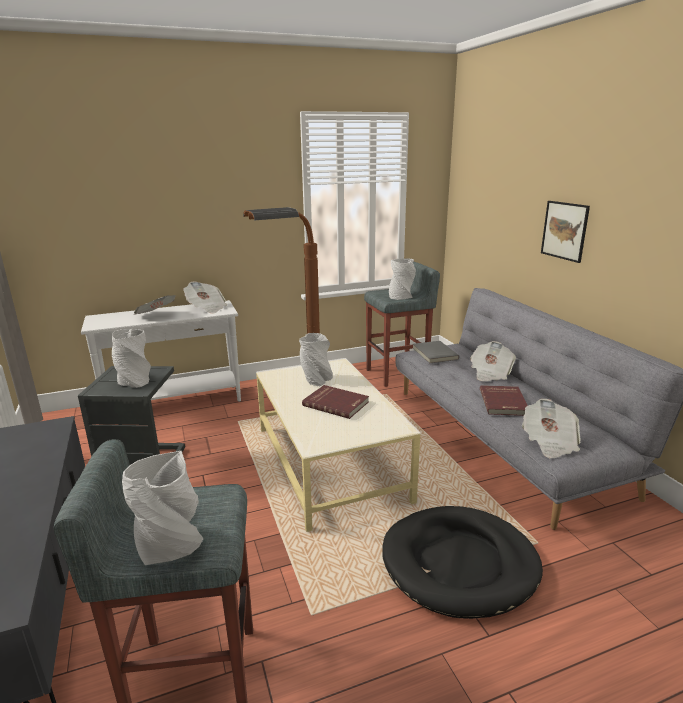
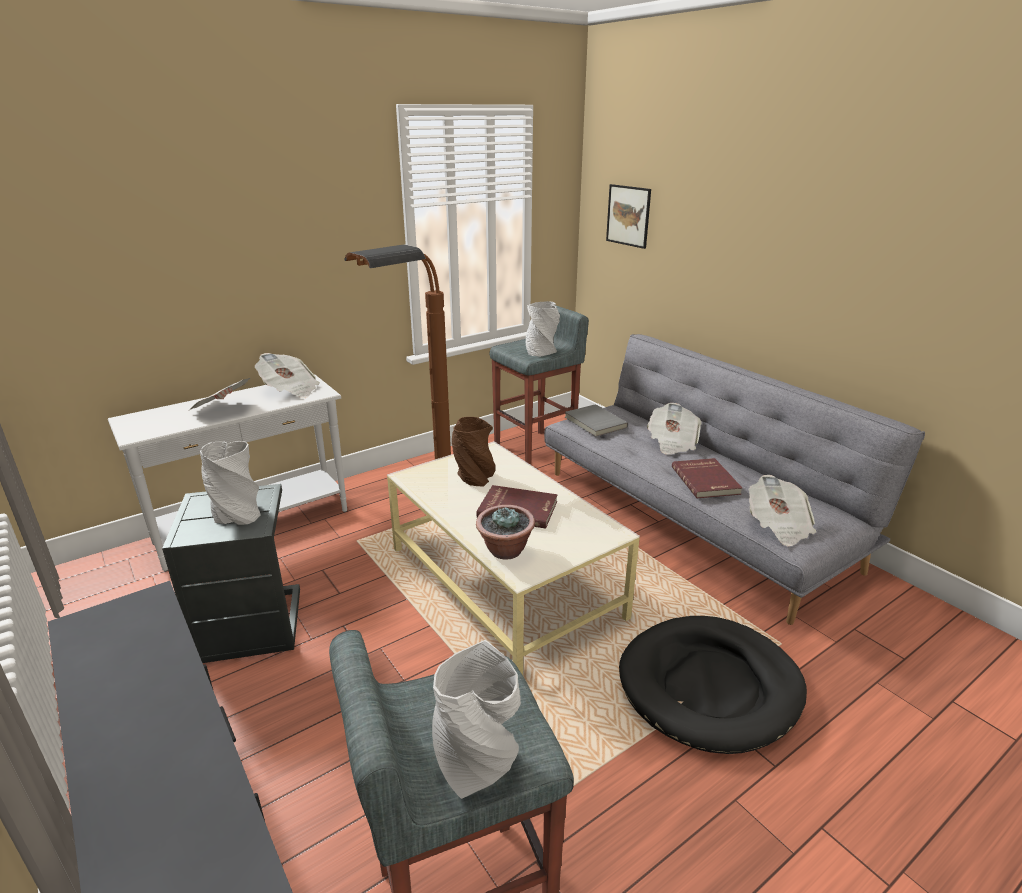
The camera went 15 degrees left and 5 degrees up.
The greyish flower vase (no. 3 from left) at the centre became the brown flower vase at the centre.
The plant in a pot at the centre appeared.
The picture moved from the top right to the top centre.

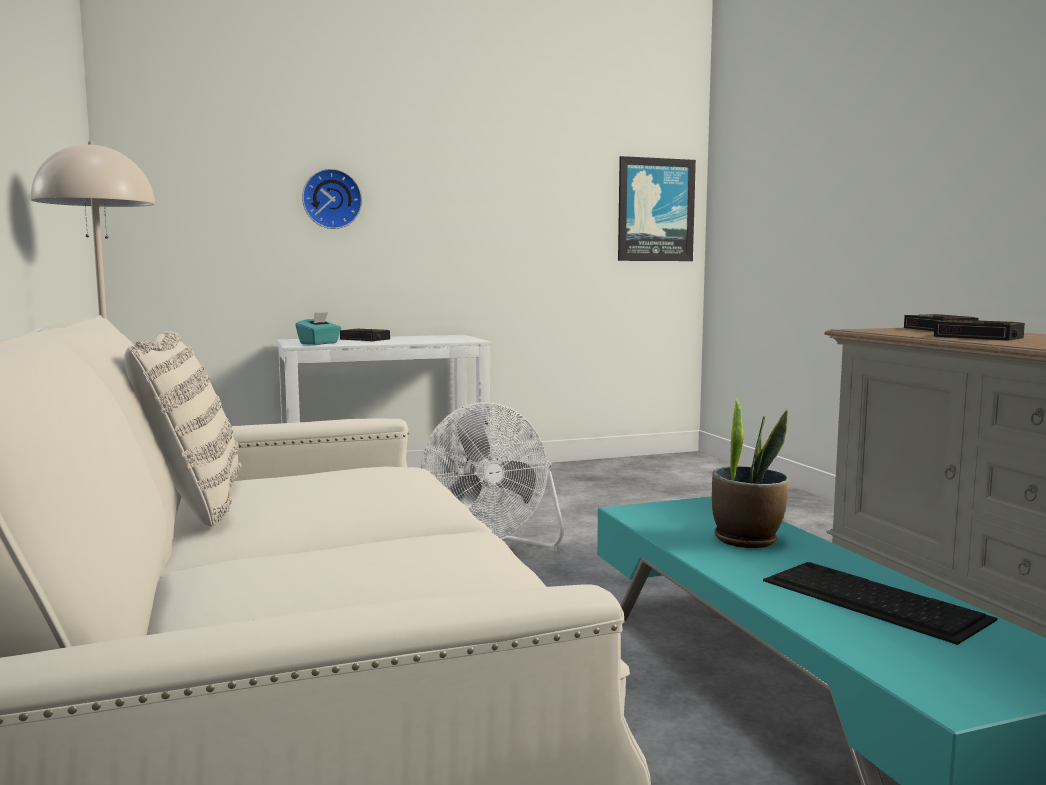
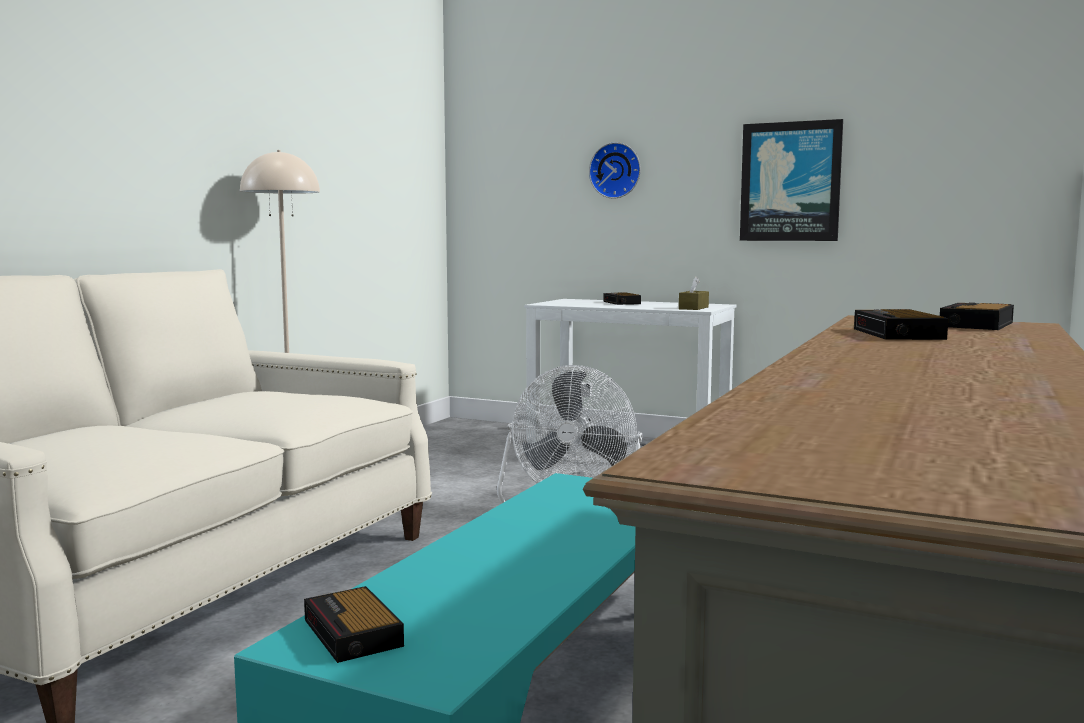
The camera went 45 degrees right and 0 degrees up.
The bedside clock (no. 1 from left) at the bottom left appeared.
The brown tissue box at the centre appeared.
The picture moved from the top centre to the top right.
The sand-coloured cushion at the middle left disappeared.
The blue-green tissue box at the middle left disappeared.
The plant in a pot at the middle right disappeared.
The computer keyboard at the bottom right disappeared.

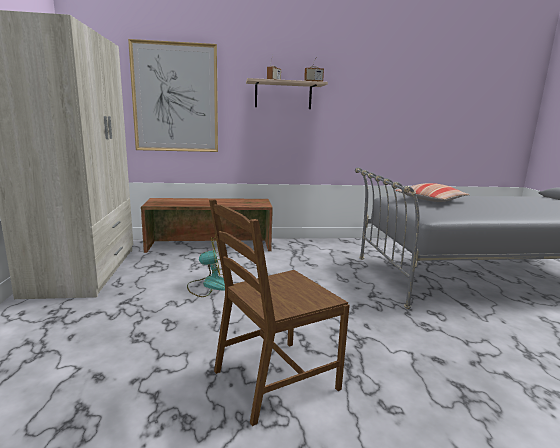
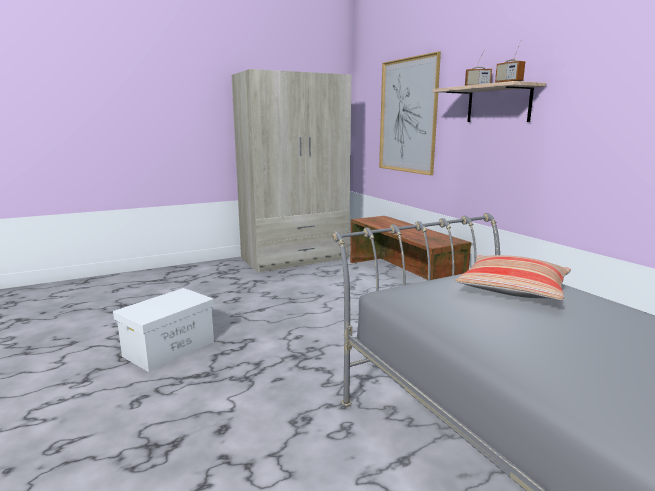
The camera went 70 degrees right and 0 degrees up.
The brown upright chair at the bottom centre was replaced by the white-coloured storage container at the bottom left.
The cooling fan at the centre disappeared.

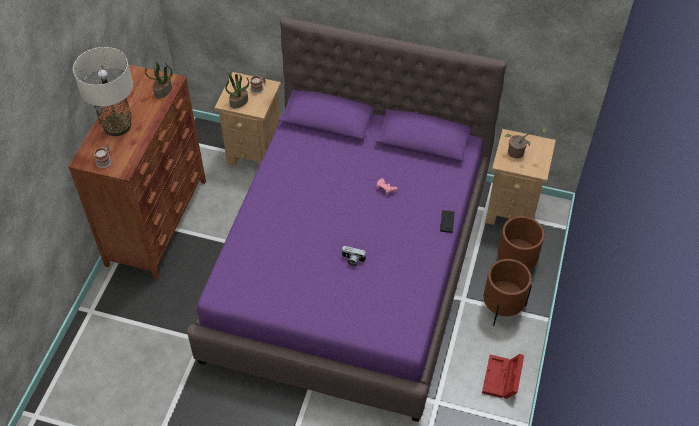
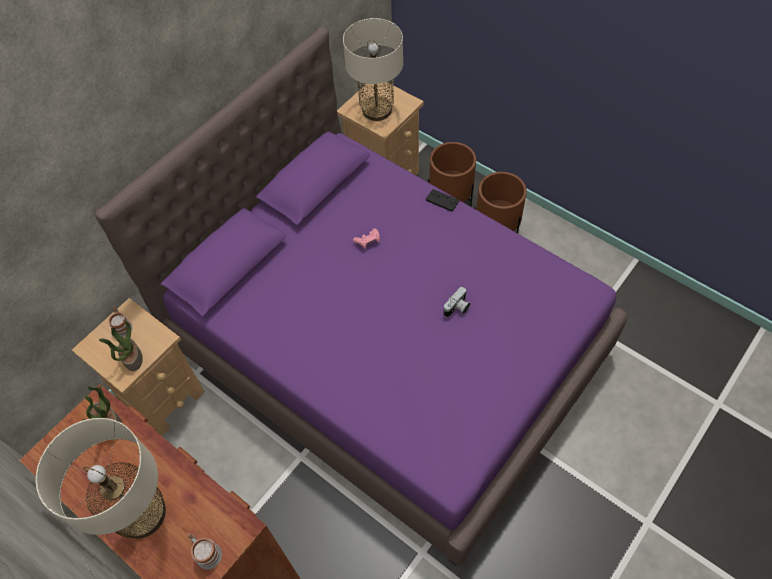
The camera went 65 degrees left and 5 degrees up.
The plant in a pot (no. 3 from left) at the middle right was replaced by the tabletop lamp (no. 2 from left) at the top centre.
The red-coloured storage container at the bottom right disappeared.

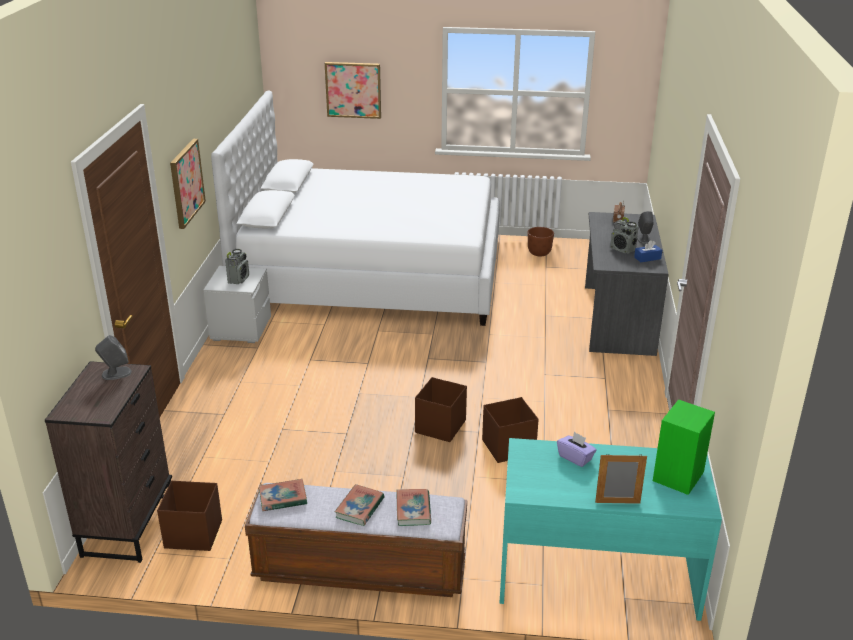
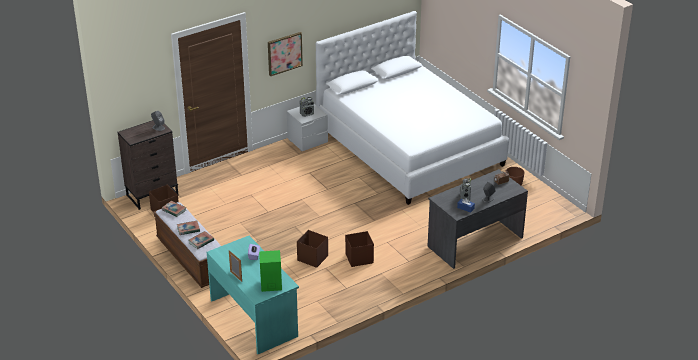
The camera went 50 degrees right and 5 degrees up.
The brown storage container (no. 2 from left in the first image) moved from the centre to the bottom centre.
The picture (no. 2 from left) at the top centre disappeared.

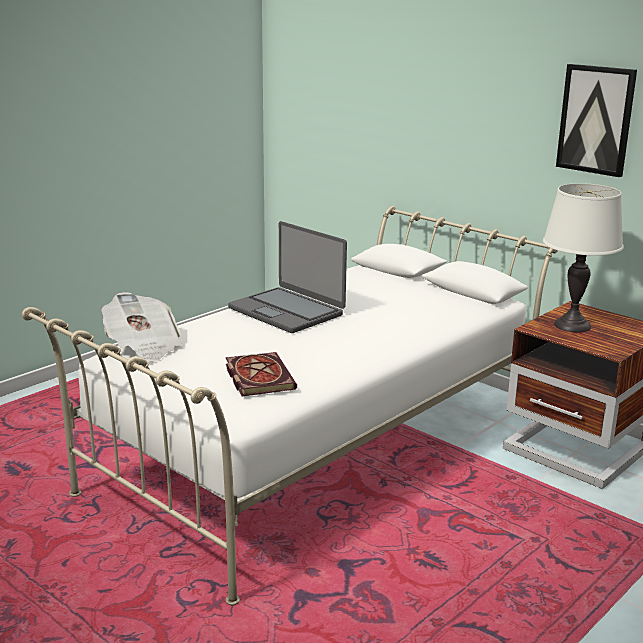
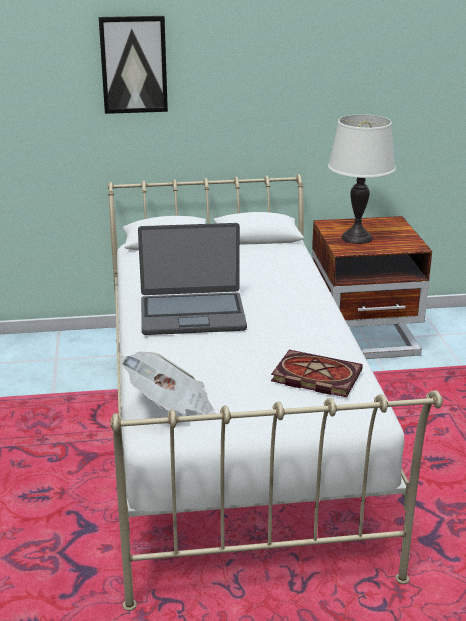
The camera went 50 degrees left and 5 degrees up.
The picture moved from the top right to the top left.

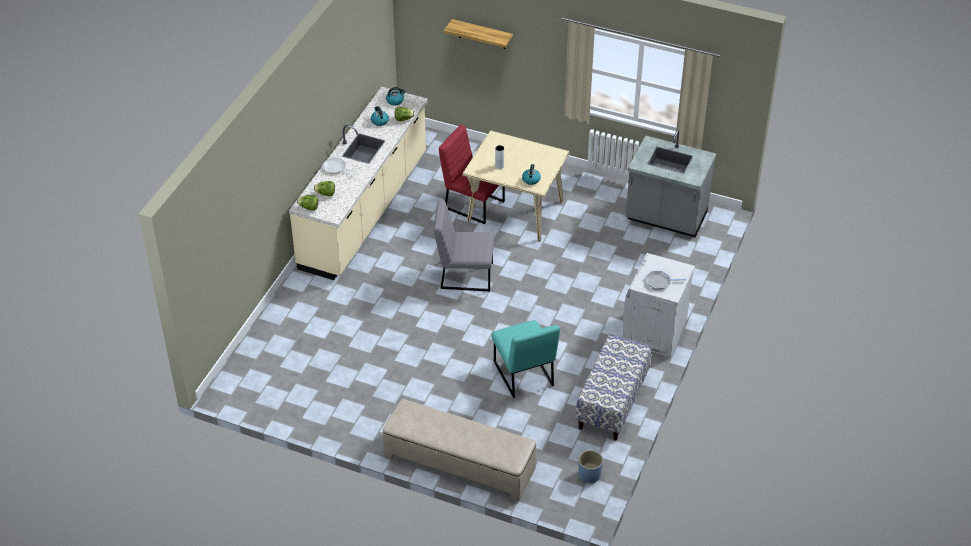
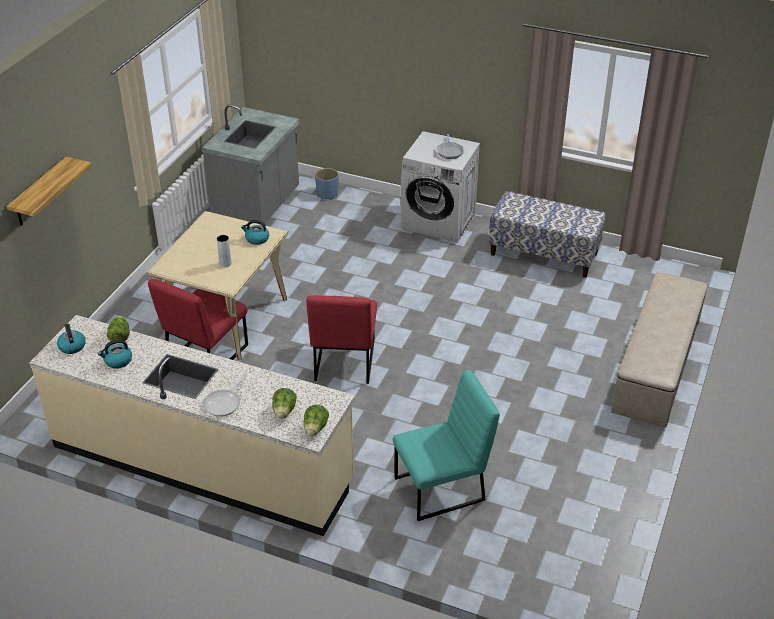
The camera went 90 degrees left and 5 degrees down.
The greyish upright chair at the centre became the red-coloured upright chair (no. 2 from left) at the centre.
The bluish plant pot moved from the bottom centre to the top centre.
The blue-green upright chair moved from the centre to the bottom centre.

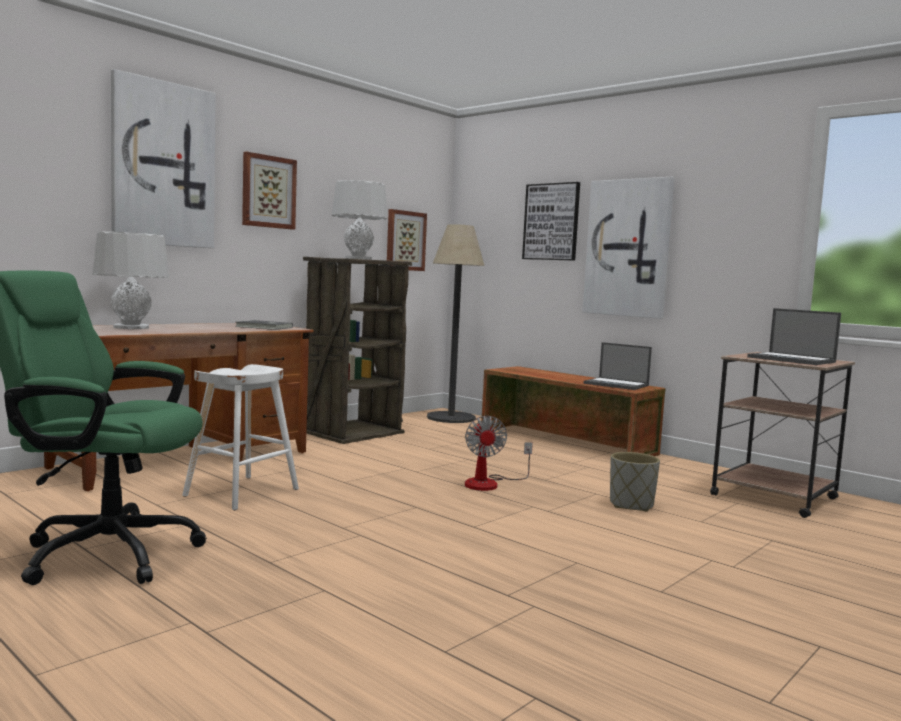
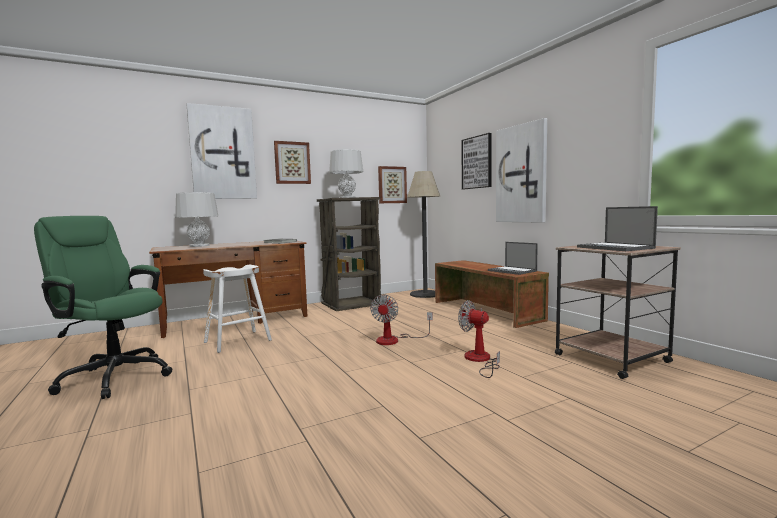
The camera went 20 degrees right and 0 degrees up.
The greyish plant pot at the bottom right was replaced by the cooling fan (no. 2 from left) at the centre.

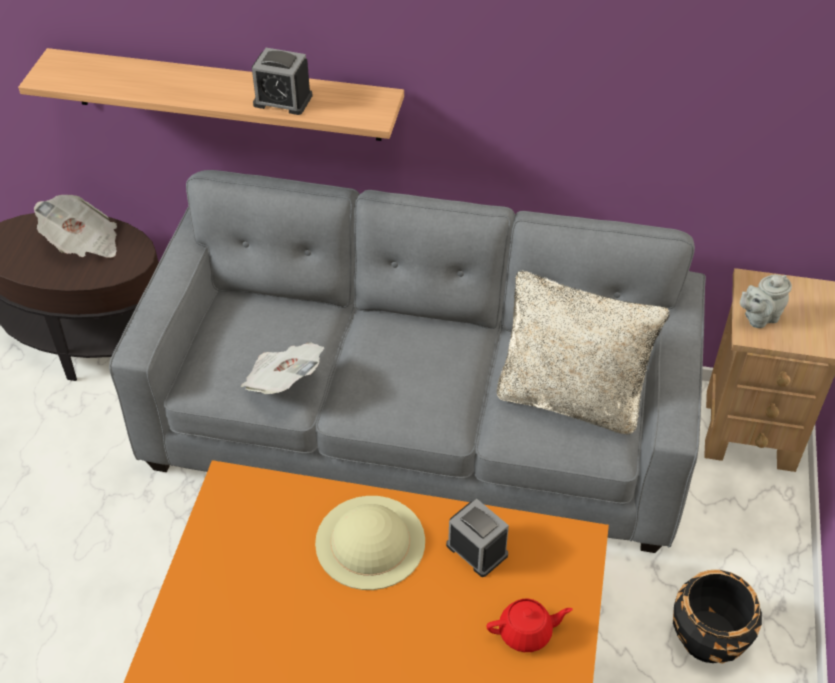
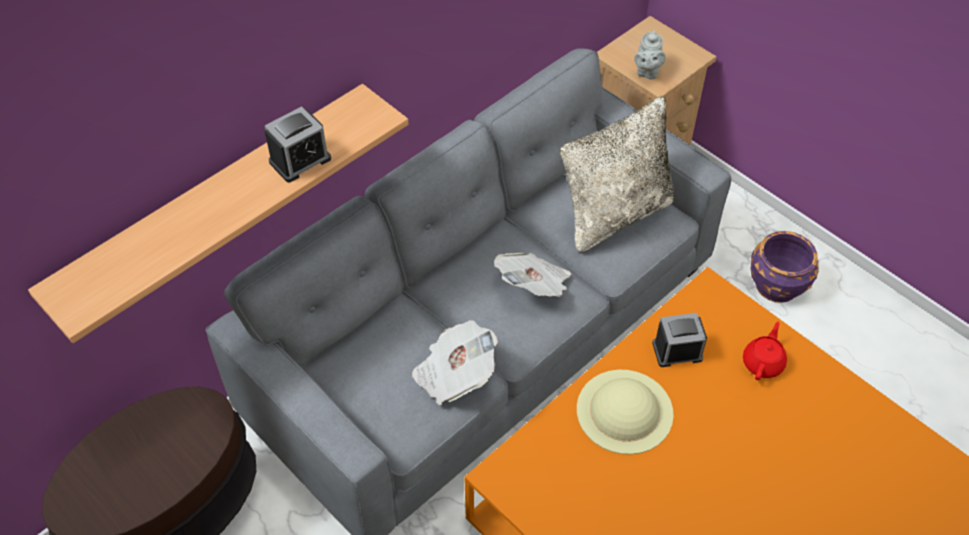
The camera went 55 degrees left and 5 degrees up.
The newspaper (no. 1 from left in the first image) moved from the top left to the centre.
The blackish plant pot at the bottom right became the purple-coloured plant pot at the middle right.

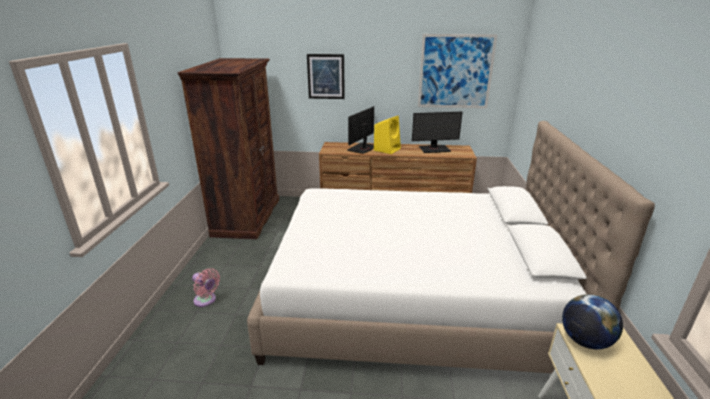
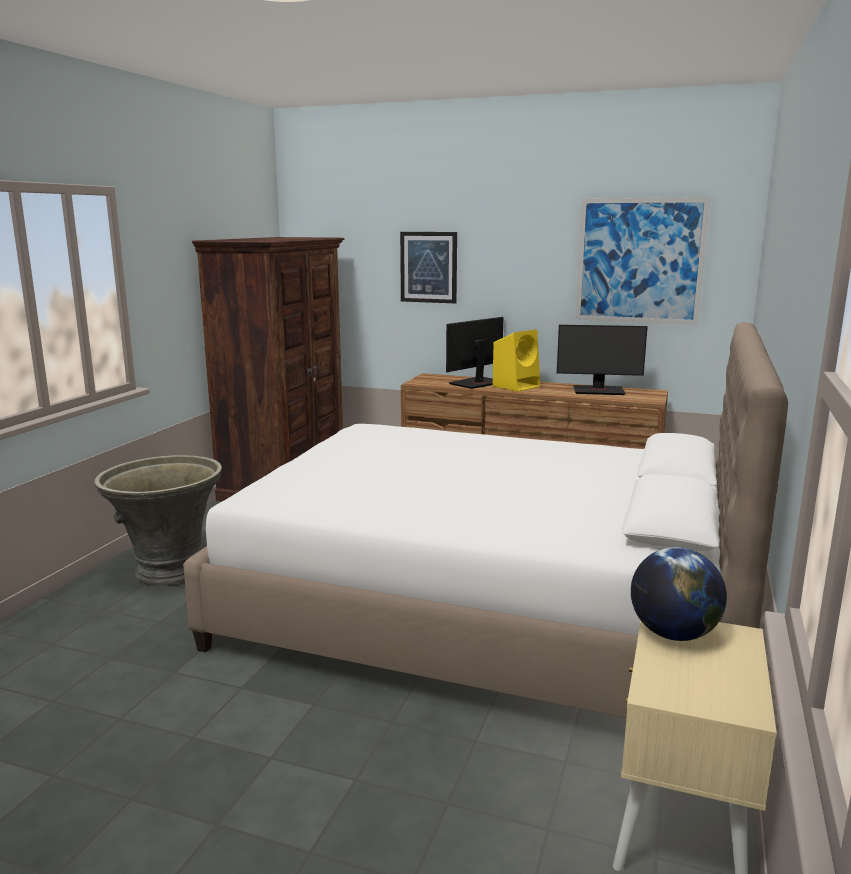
The camera went 15 degrees right and 10 degrees down.
The pink-coloured cooling fan at the bottom left was replaced by the greyish plant pot at the middle left.

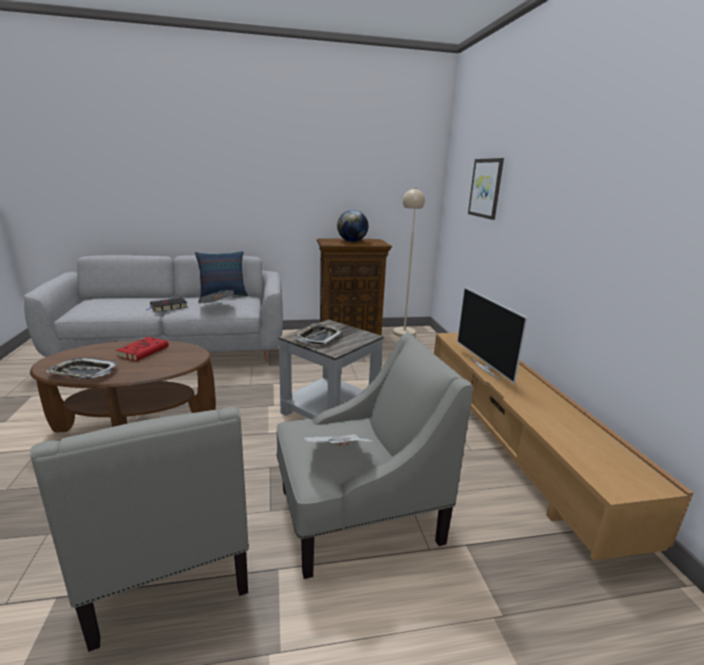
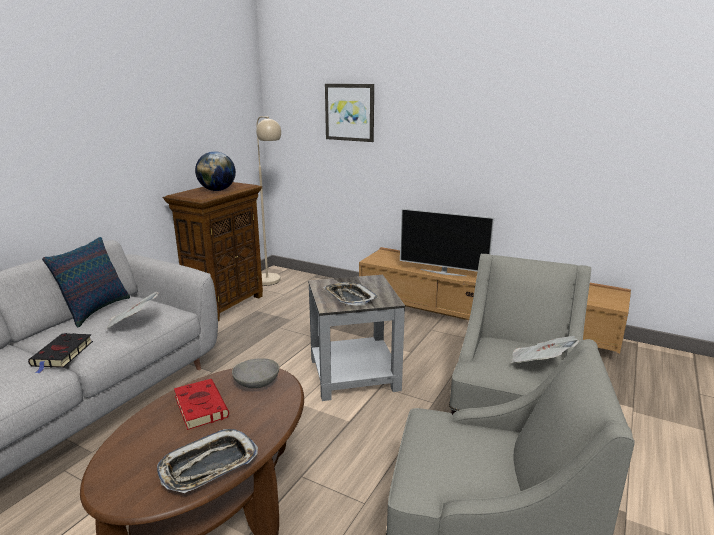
The camera went 50 degrees left and 0 degrees up.
The greyish serving bowl at the bottom centre appeared.

